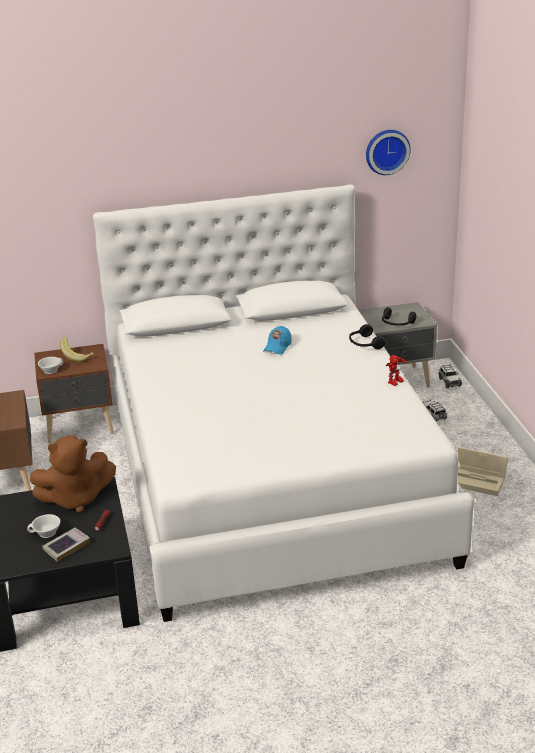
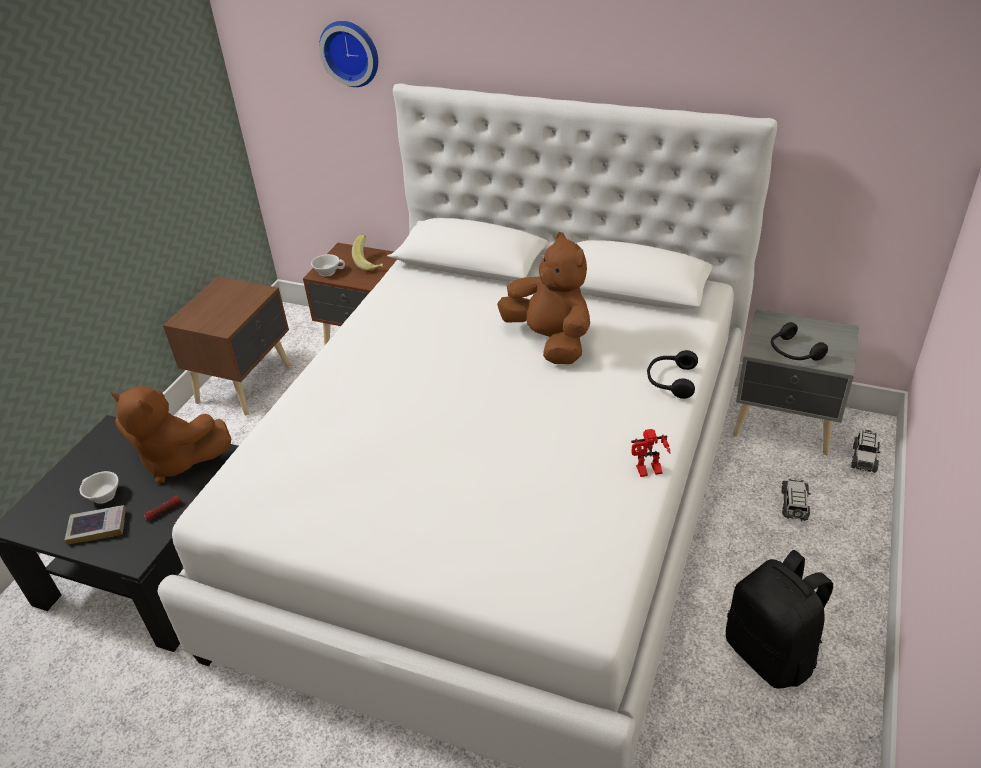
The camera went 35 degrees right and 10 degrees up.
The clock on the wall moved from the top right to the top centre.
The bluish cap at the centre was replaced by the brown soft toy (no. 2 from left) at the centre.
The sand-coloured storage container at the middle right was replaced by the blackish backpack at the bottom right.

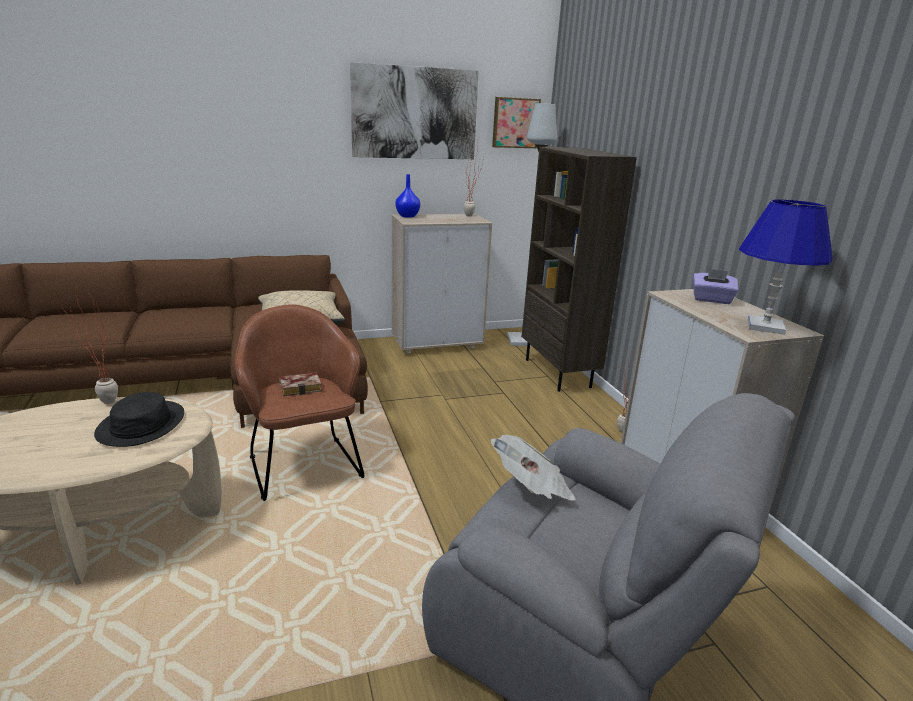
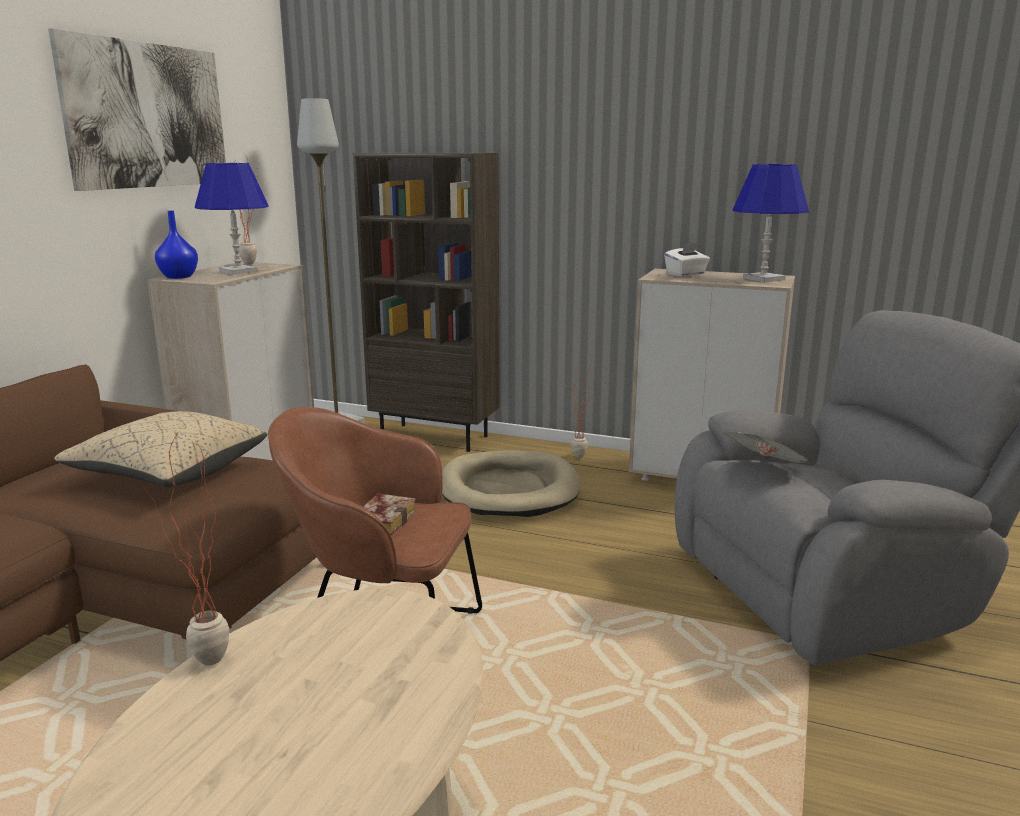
The camera went 50 degrees left and 5 degrees down.
The bluish tabletop lamp (no. 1 from left) at the top left appeared.
The sand-coloured pet bed at the centre appeared.
The purple-coloured tissue box at the middle right became the white-coloured tissue box at the top right.
The blackish wearable hat at the middle left disappeared.
The picture (no. 2 from left) at the top centre disappeared.

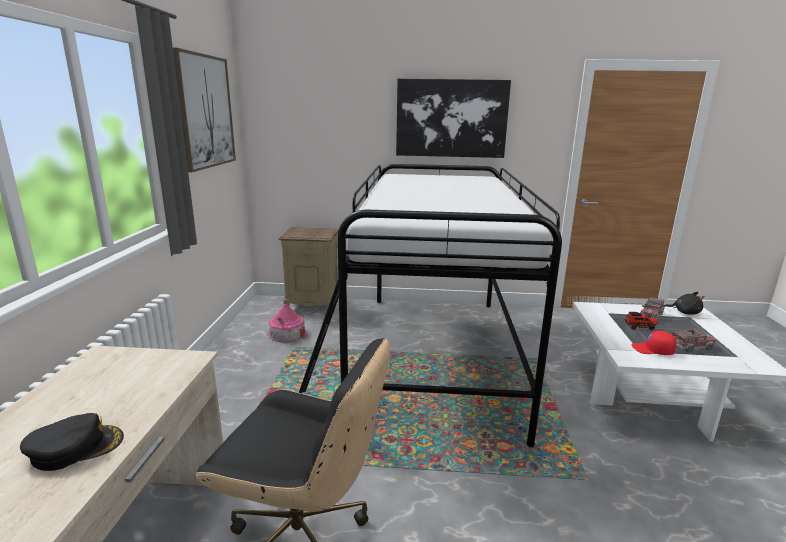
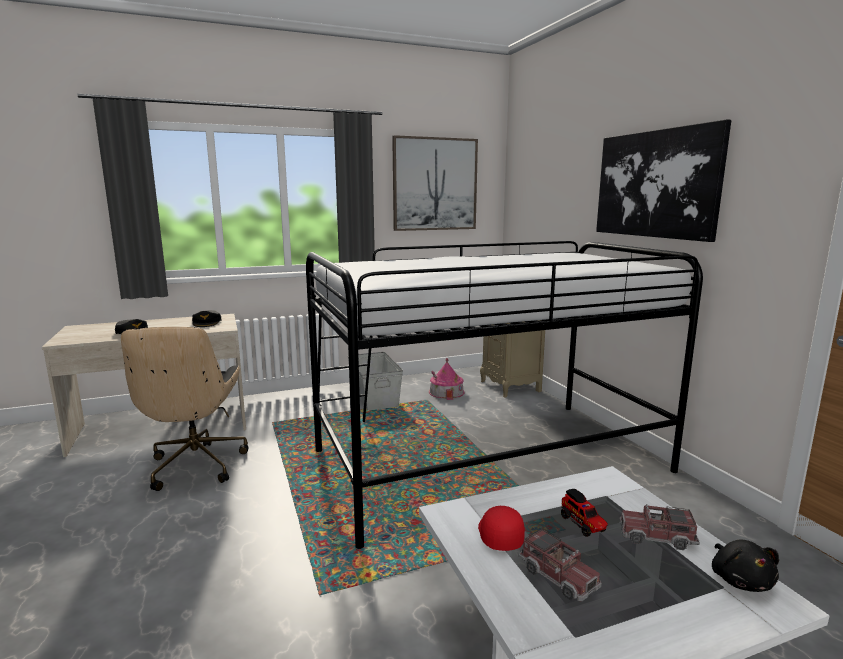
The camera went 65 degrees right and 5 degrees down.
The blackish cap (no. 2 from left) at the middle left appeared.
The greyish storage container at the centre appeared.

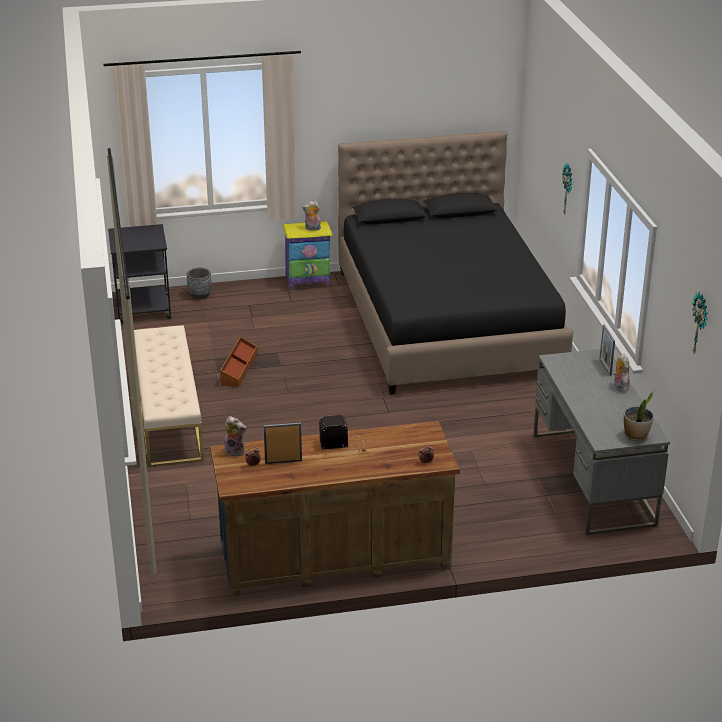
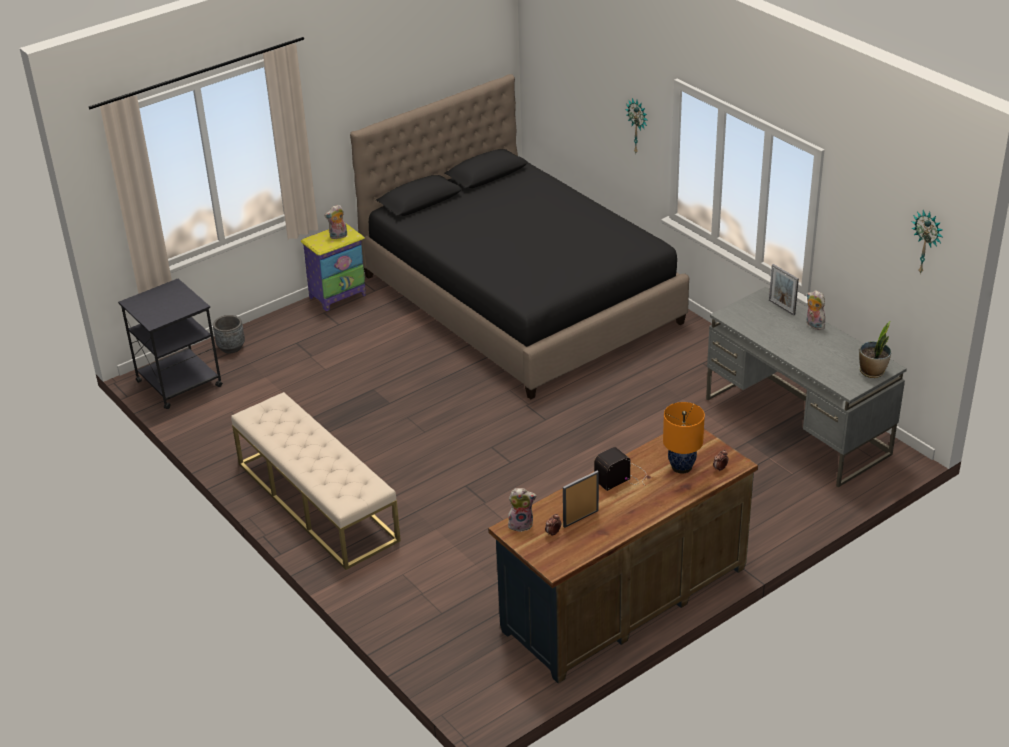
The camera went 25 degrees left and 5 degrees up.
The orange tabletop lamp at the middle right appeared.
The brown storage container at the middle left disappeared.

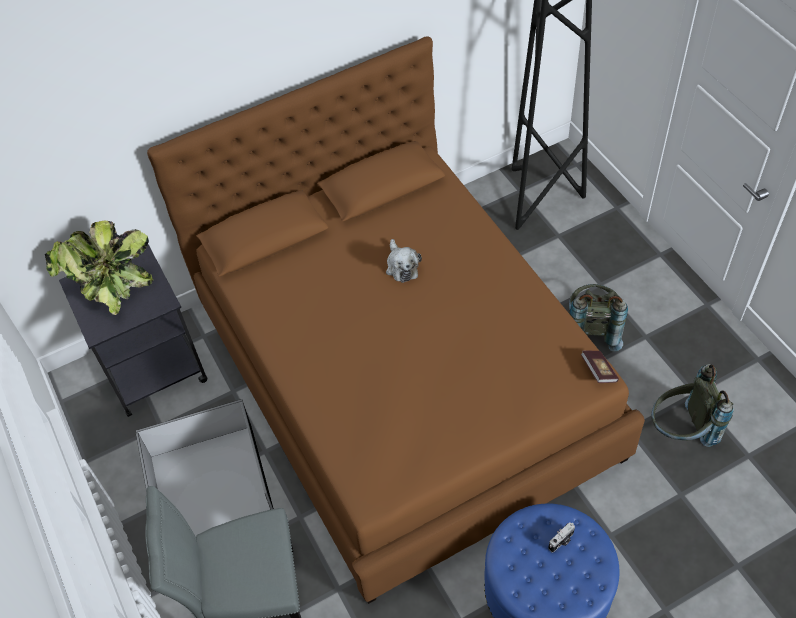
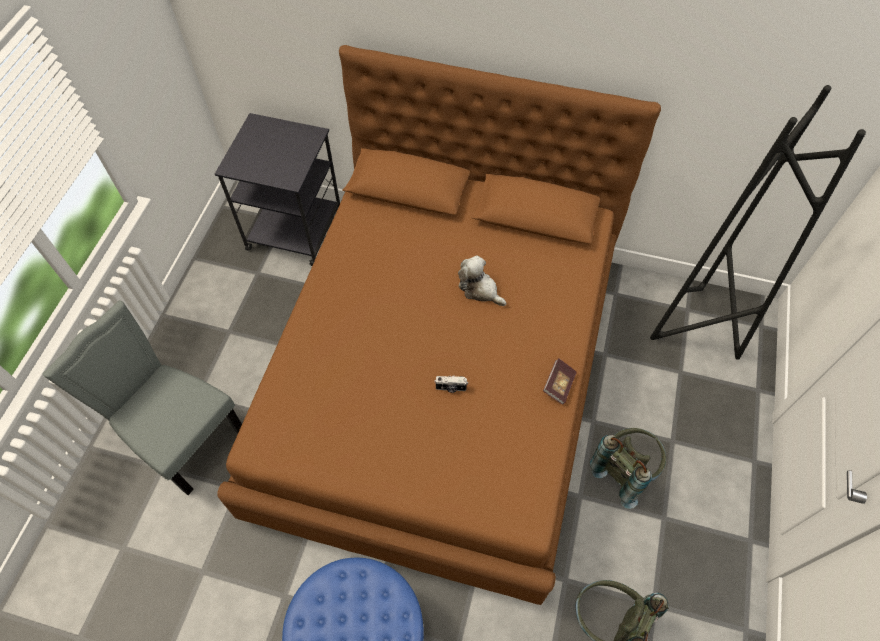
The camera went 40 degrees right and 5 degrees up.
The still camera moved from the bottom right to the centre.
The soft toy at the centre turned 105 degrees clockwise.
The book moved from the middle right to the centre.
The plant in a pot at the middle left disappeared.
The blackish storage container at the bottom left disappeared.

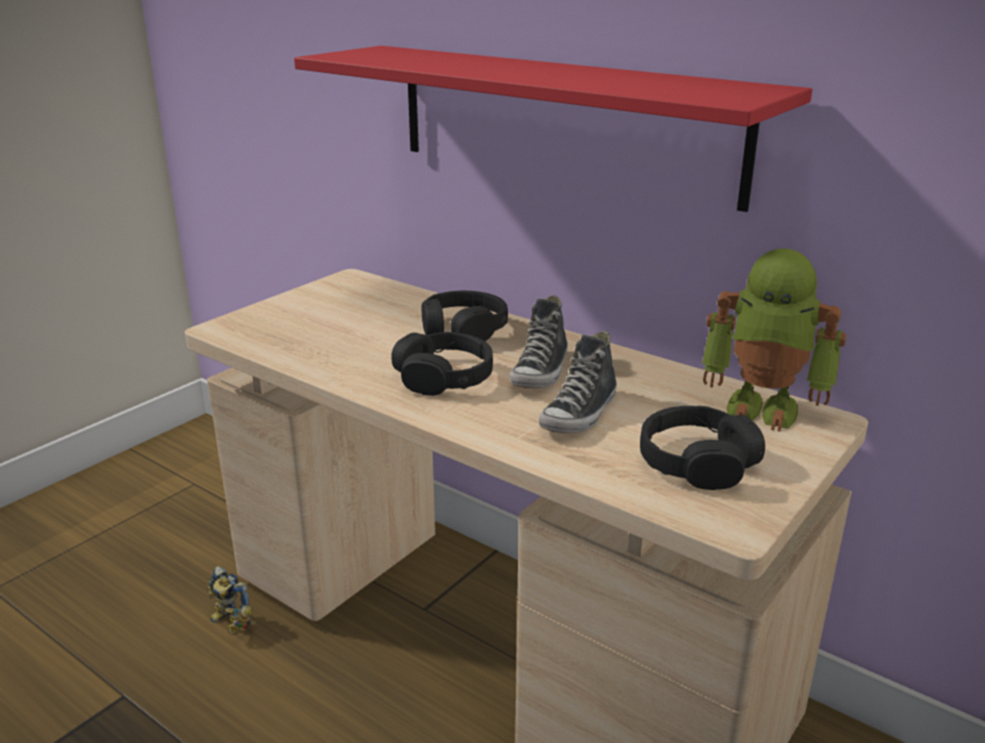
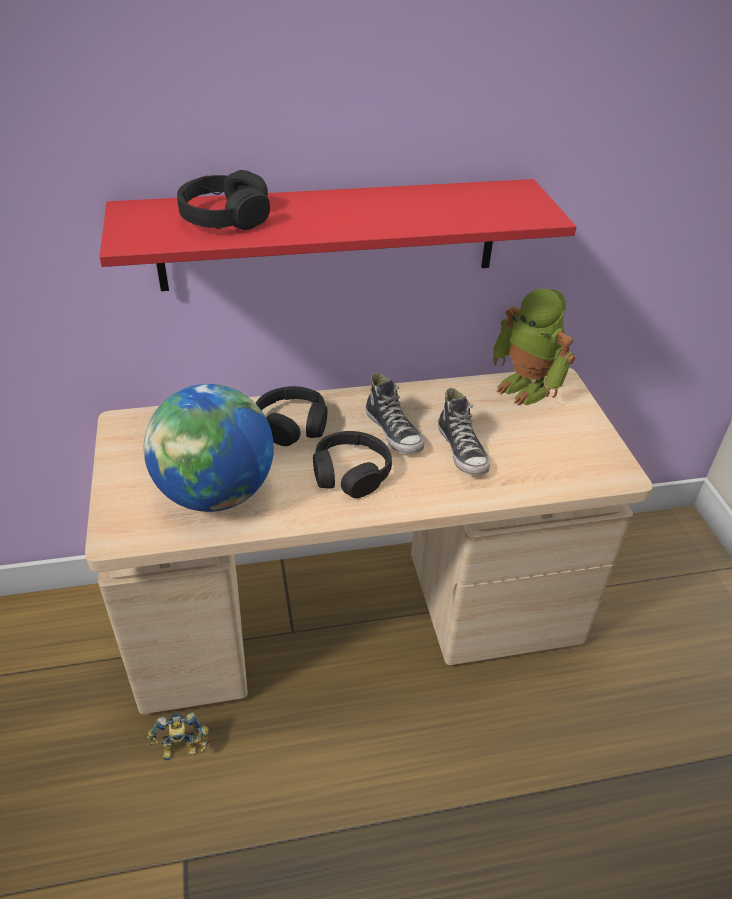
The camera went 50 degrees left and 15 degrees up.
The world globe at the middle left appeared.
The blackish pair of headphones (no. 3 from left in the first image) moved from the middle right to the top left.
The robot figure (no. 2 from left) at the middle right turned 75 degrees clockwise.

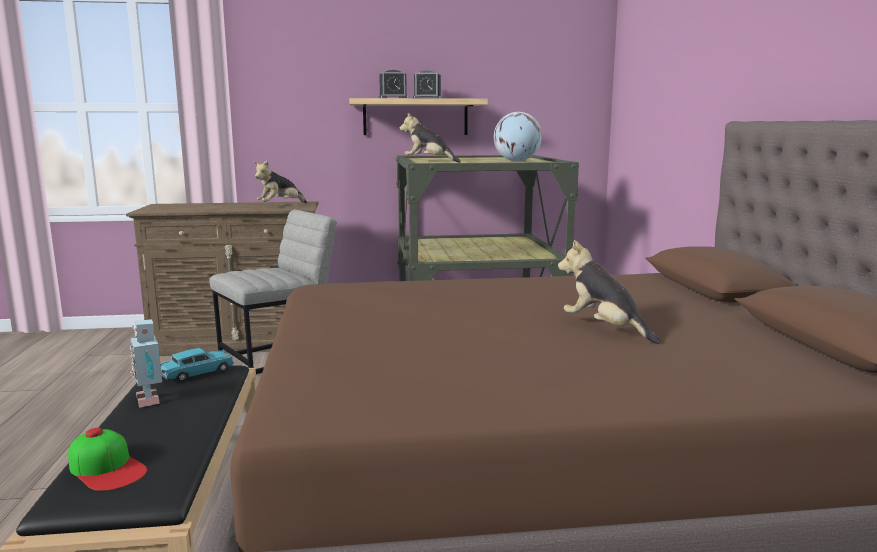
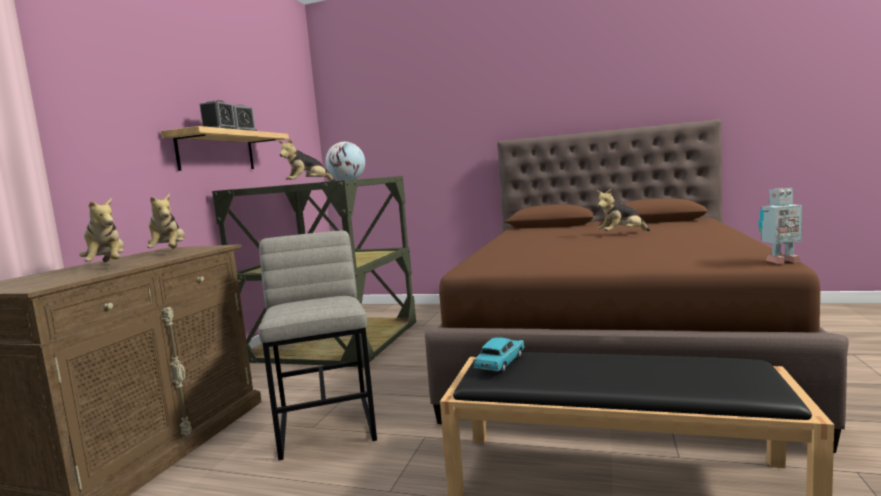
The camera went 65 degrees left and 5 degrees down.
The soft toy (no. 1 from left) at the middle left appeared.
The blue-green toy car at the middle left turned 45 degrees clockwise.
The robot figure moved from the middle left to the middle right.
The cap at the bottom left disappeared.

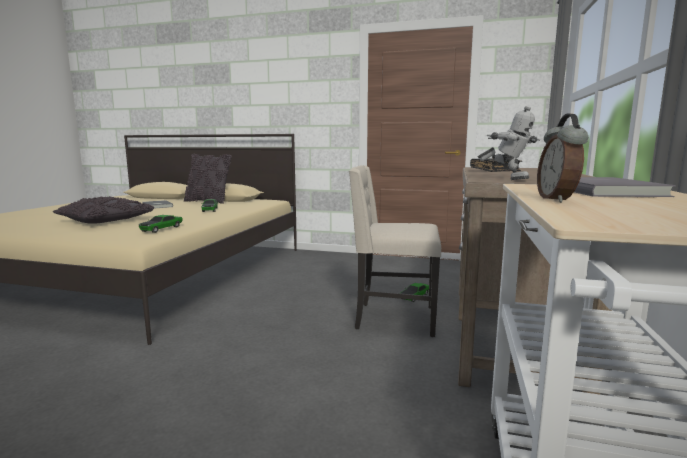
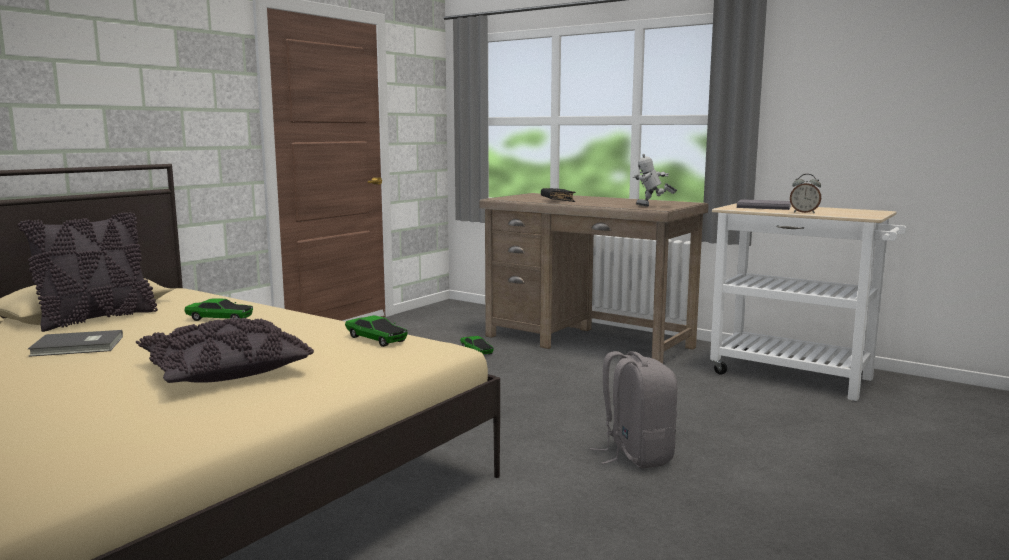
The camera went 70 degrees left and 0 degrees up.
The greyish backpack at the bottom centre appeared.
The robot figure at the top right turned 135 degrees counterclockwise.
The sand-coloured upright chair at the centre disappeared.

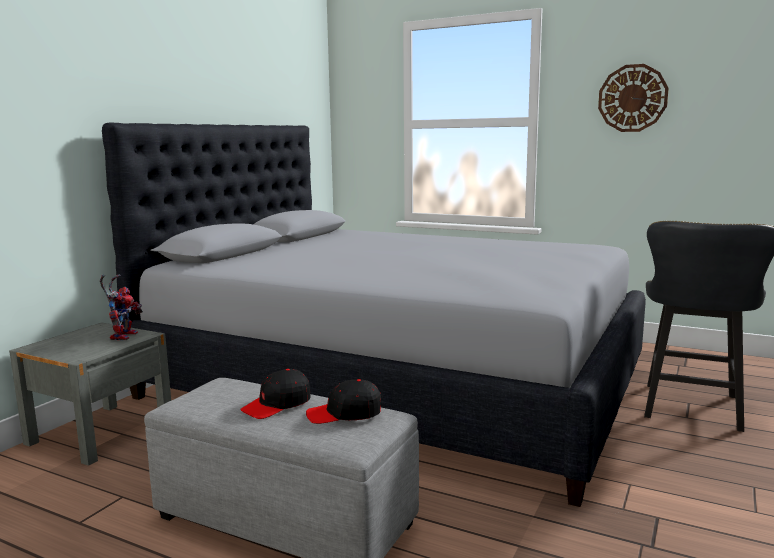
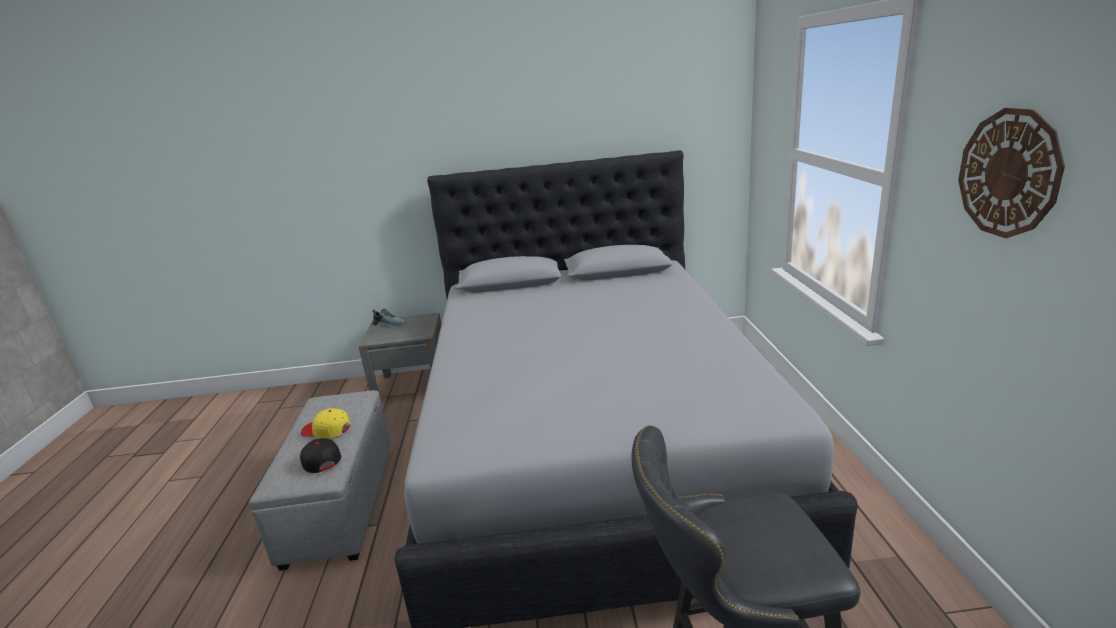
The camera went 60 degrees right and 10 degrees up.
The blackish cap (no. 1 from left) at the bottom centre became the yellow cap at the bottom left.
The low shoe at the centre appeared.
The robot figure at the middle left disappeared.

